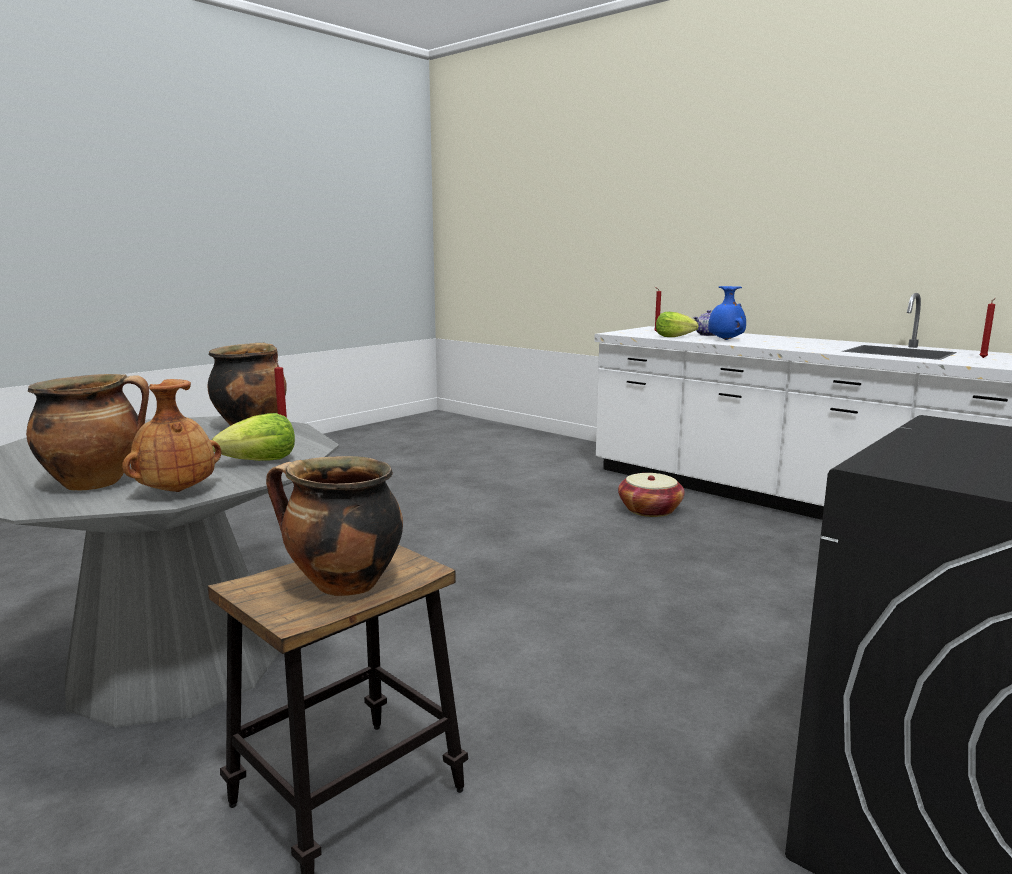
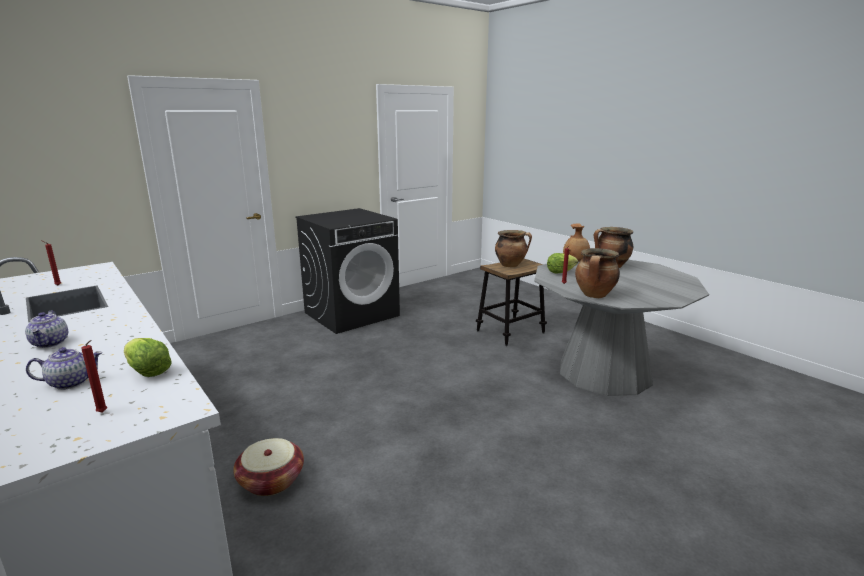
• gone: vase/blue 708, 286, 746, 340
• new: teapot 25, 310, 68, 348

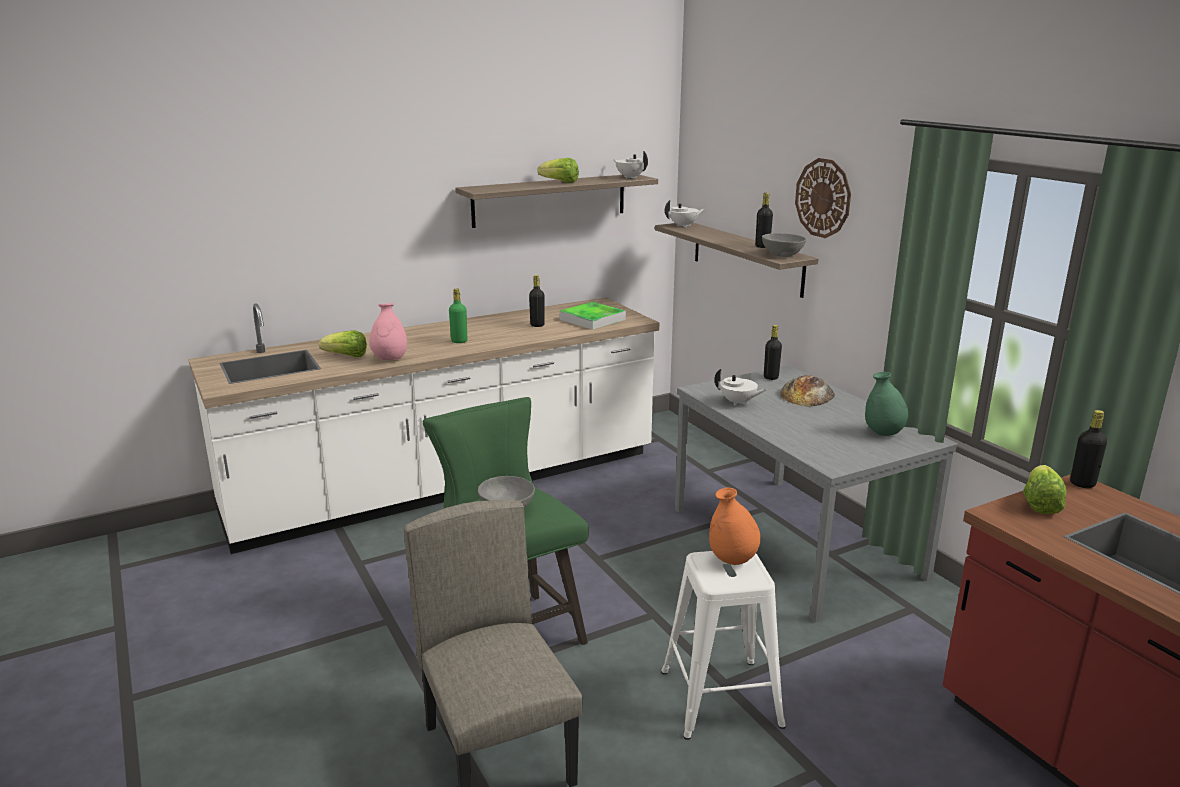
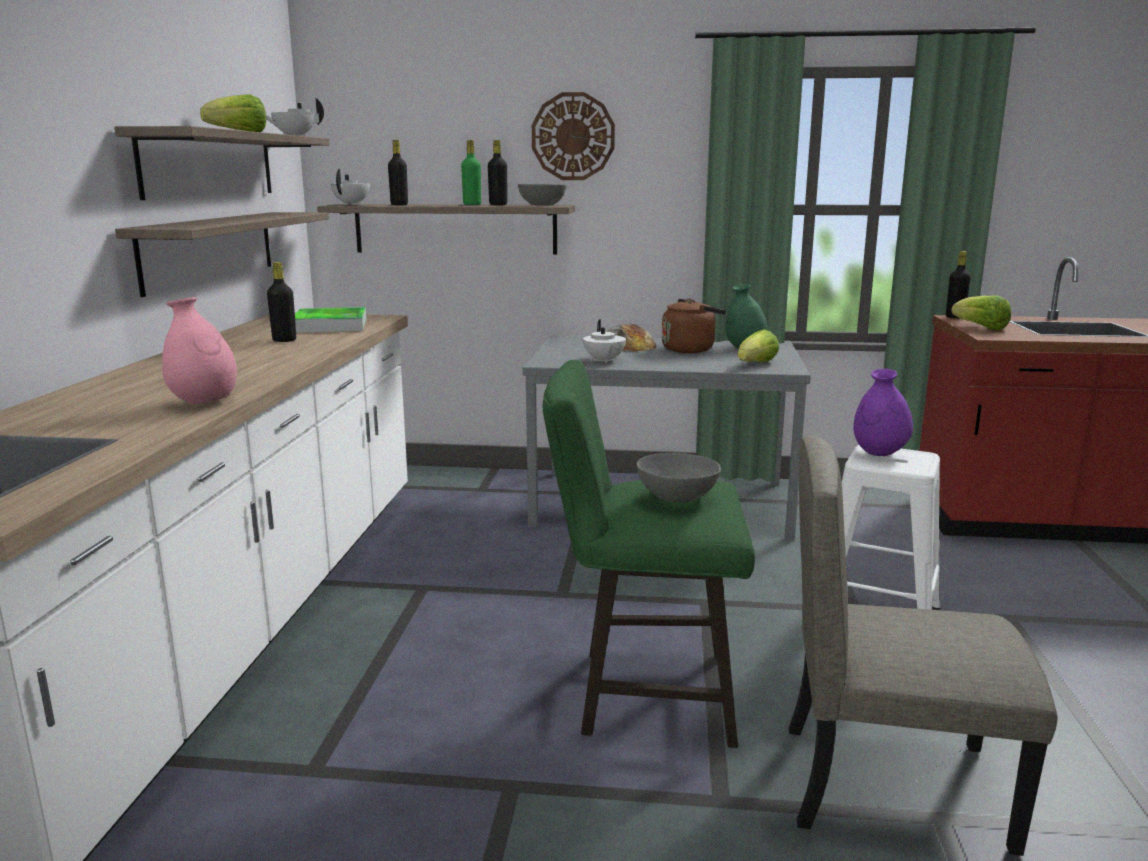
• shifted: lettuce 319, 330, 367, 357 to 737, 329, 779, 362
• shifted: bottle/green 449, 289, 467, 343 to 461, 140, 481, 205
• repainted: vase/orange 709, 488, 761, 565 to vase/purple 853, 369, 913, 456
• rotated: teapot/white 715, 369, 767, 406 = 583, 320, 626, 363 105 degrees clockwise
• shifted: bottle/black 764, 325, 782, 380 to 388, 140, 408, 205
• new: shelf 115, 212, 329, 297
• new: kettle/brown 662, 299, 726, 353

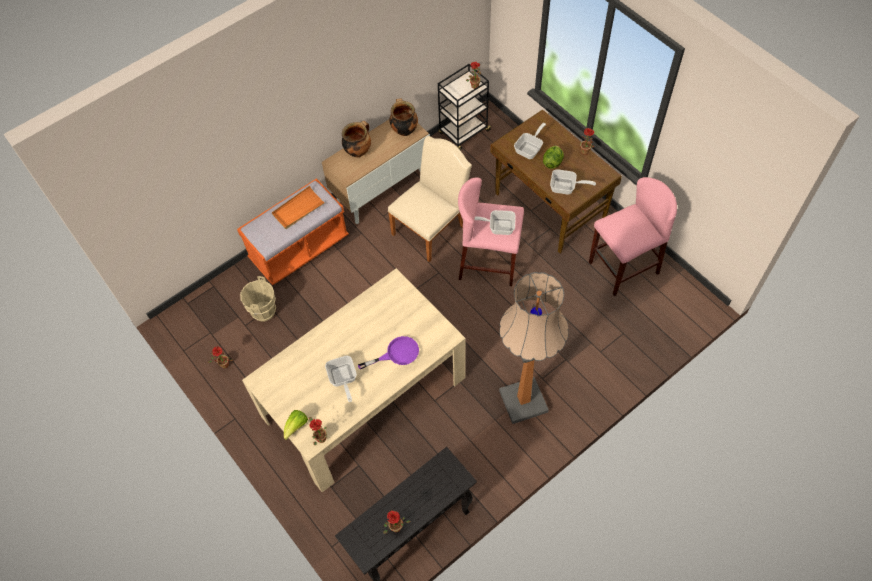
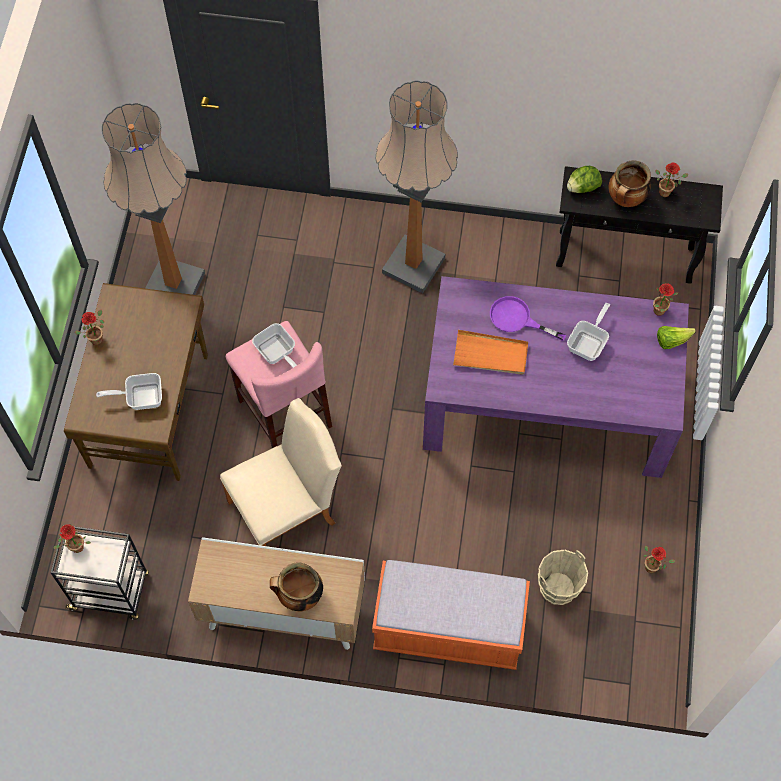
• repainted: dining table/beige 242, 268, 466, 492 to dining table/purple 423, 276, 689, 478
• shifted: tray/orange 272, 186, 326, 229 to 453, 330, 528, 375
• rotated: chair/beige 388, 136, 472, 262 = 220, 398, 342, 546 150 degrees clockwise
• shifted: cooking pot 389, 99, 418, 136 to 609, 160, 651, 207
• shifted: lettuce 543, 146, 564, 169 to 567, 166, 602, 193
• gone: frying pan 550, 169, 596, 194
• swapped: stool/pink 589, 177, 677, 296 to floor lamp 102, 103, 205, 295

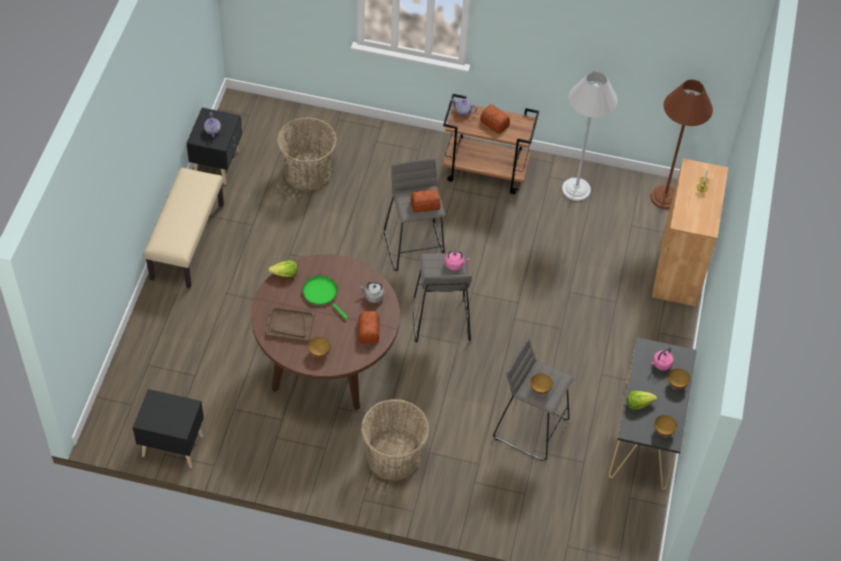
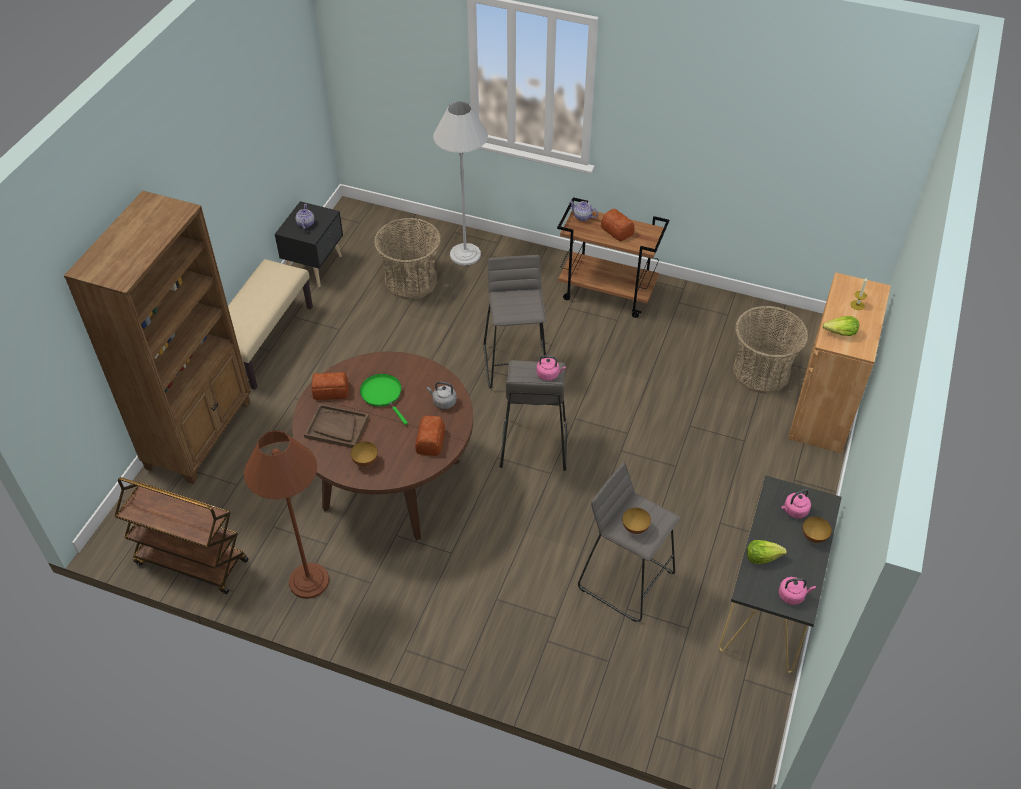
• swapped: nightstand/black 133, 389, 204, 468 to cart/brown 115, 477, 249, 594
• shifted: lettuce 268, 260, 298, 277 to 823, 316, 859, 336
• shifted: basket 361, 399, 429, 481 to 733, 306, 808, 394
• shifted: bread 411, 189, 440, 212 to 312, 372, 349, 400
• shifted: floor lamp/white 562, 71, 618, 201 to 433, 101, 488, 266
• shifted: floor lamp/brown 650, 80, 713, 209 to 244, 431, 329, 599
• swapped: bowl 654, 415, 677, 436 to kettle/pink 779, 577, 816, 605
• new: bookcase/brown 64, 191, 251, 484

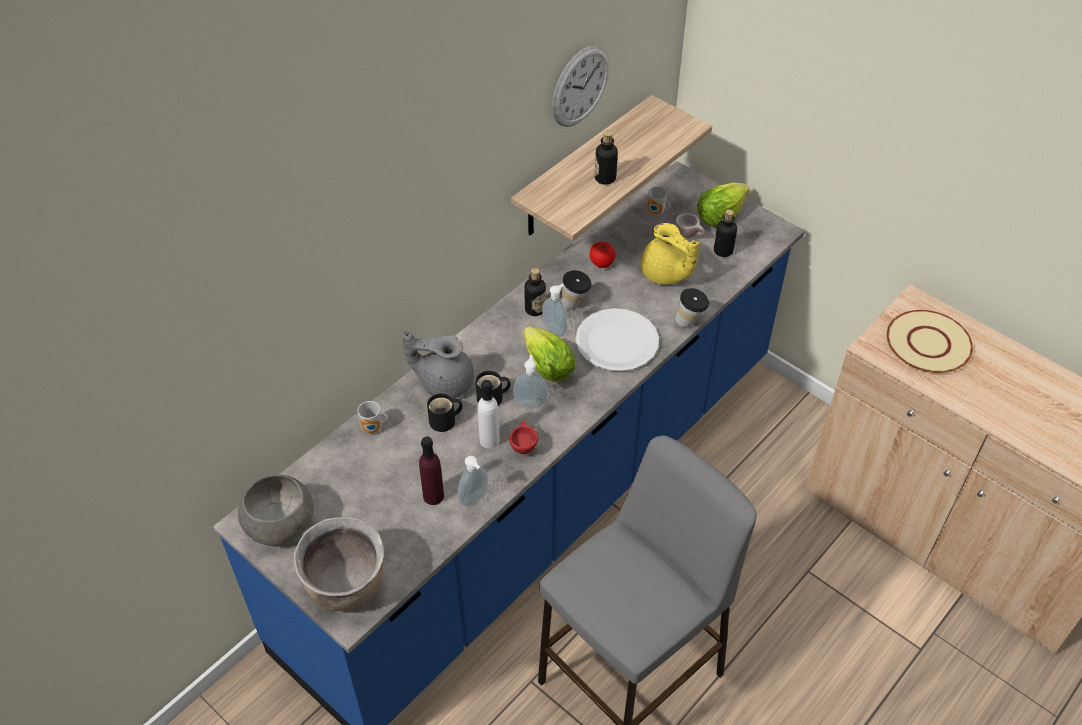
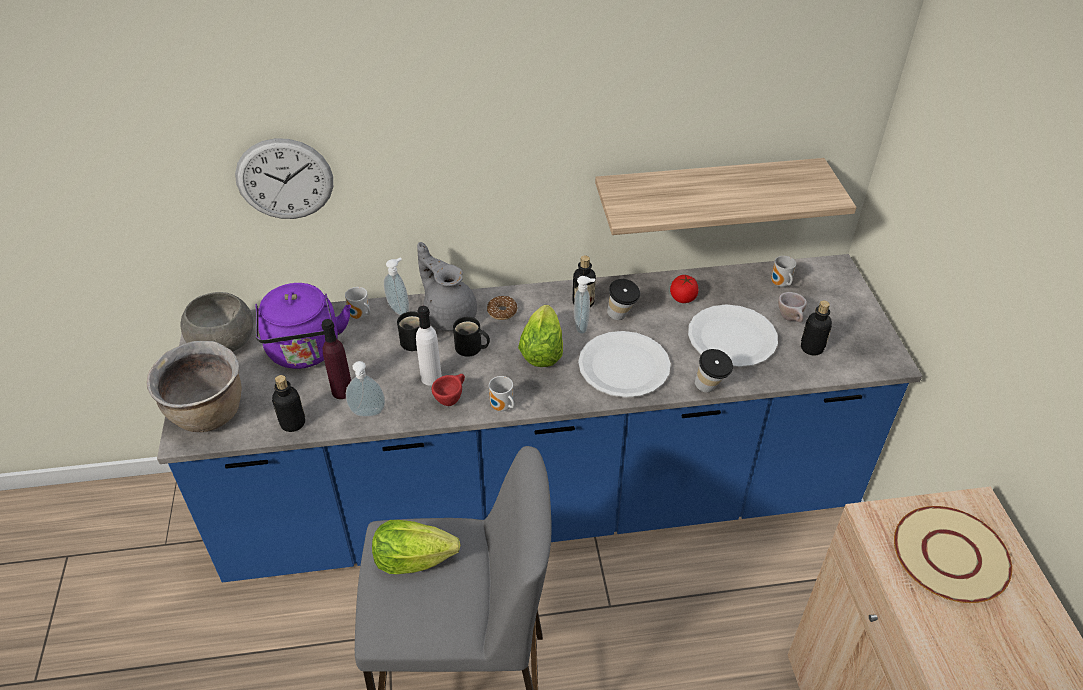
• shifted: soap dispenser 513, 355, 548, 408 to 384, 258, 409, 315
• shifted: wall clock 552, 45, 609, 127 to 235, 138, 333, 219
• shifted: bottle 595, 131, 618, 185 to 272, 375, 305, 432
• swapped: teapot/yellow 640, 223, 699, 285 to plate/white 688, 304, 778, 367
• shifted: lettuce 697, 182, 749, 227 to 372, 520, 461, 574
• new: kettle/purple 255, 283, 351, 369
• new: donut 487, 296, 517, 320
• new: mug 489, 376, 514, 411

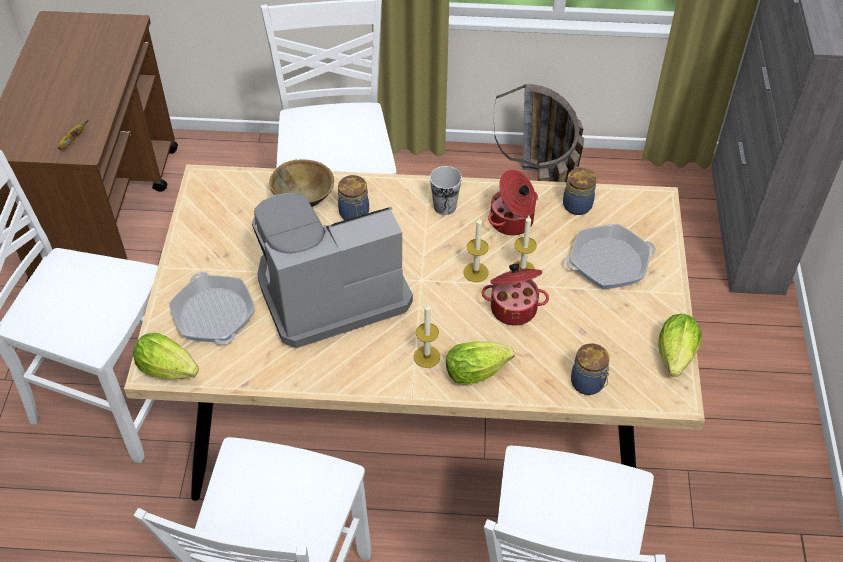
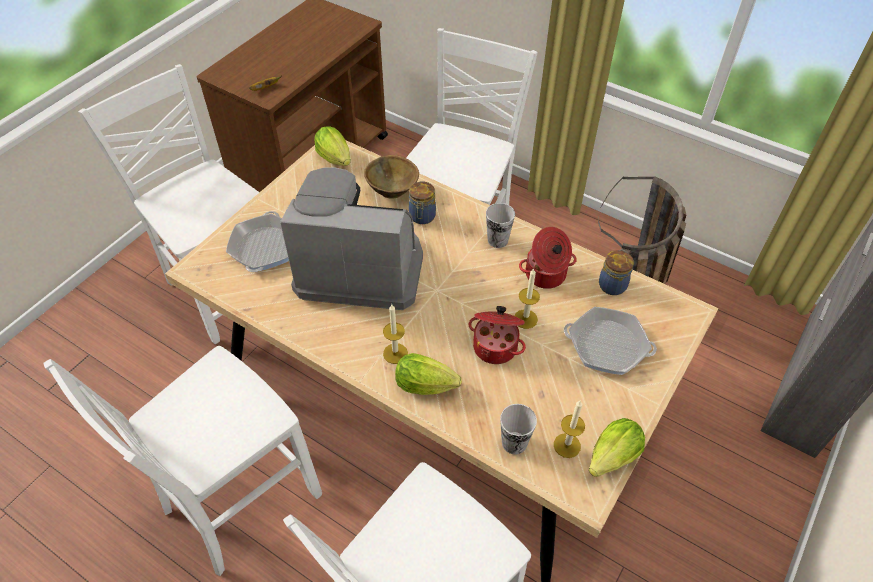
• shifted: lettuce 133, 333, 199, 380 to 314, 126, 351, 166
• shifted: candle 464, 217, 489, 282 to 554, 400, 585, 458
• swapped: jar 571, 343, 609, 395 to cup 500, 404, 537, 455

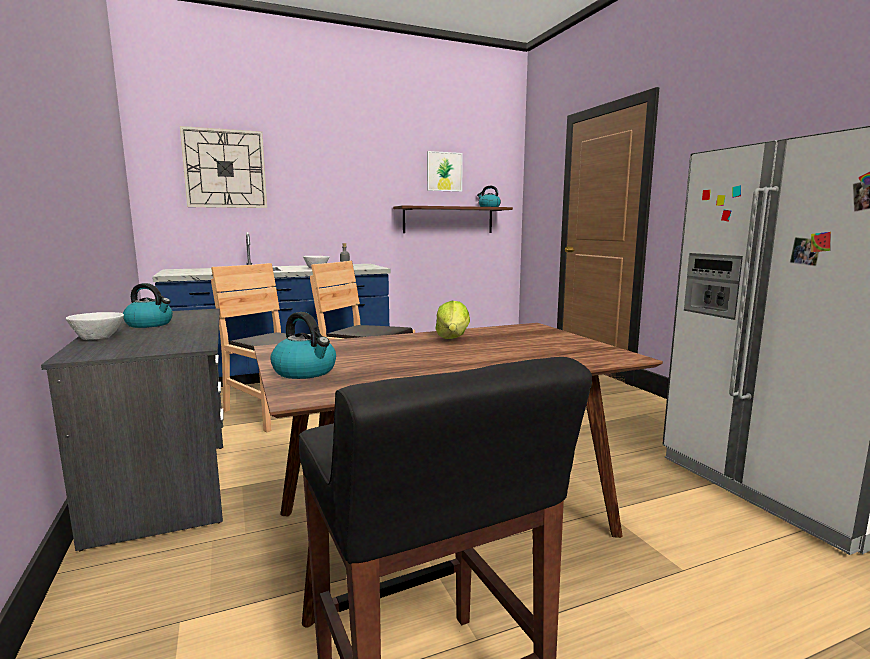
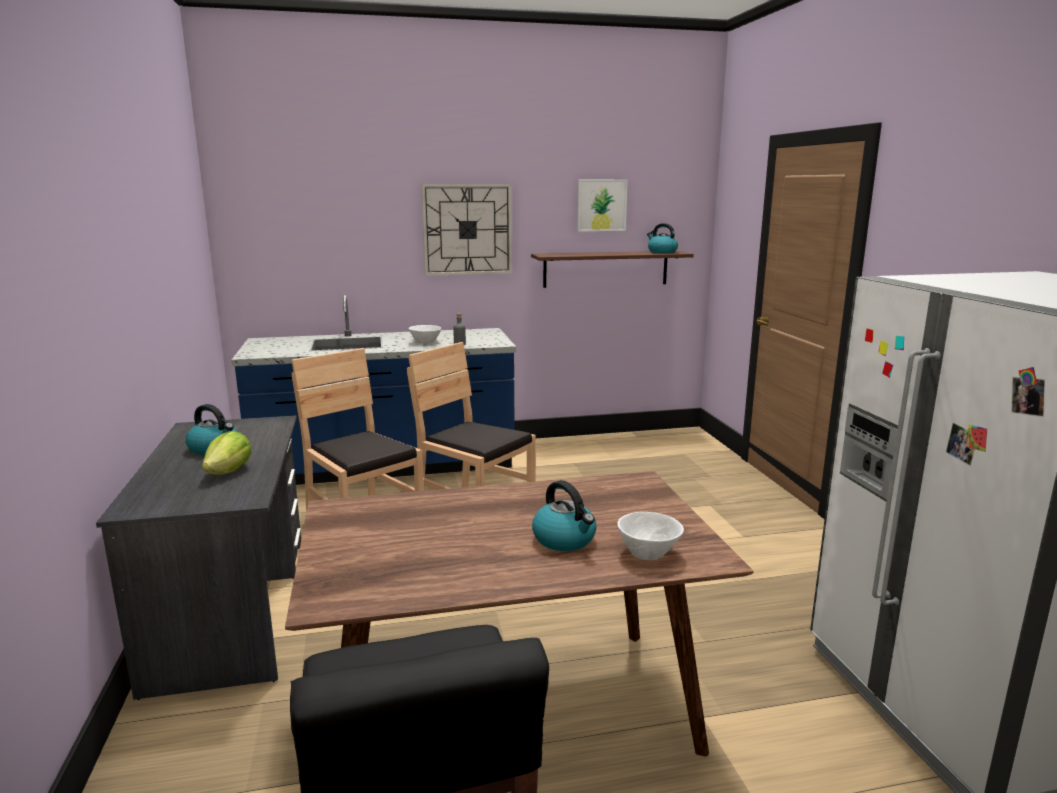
• shifted: bowl/white 66, 312, 124, 340 to 617, 512, 684, 560
• shifted: wall clock 180, 126, 267, 208 to 421, 184, 512, 276
• shifted: kettle 270, 312, 336, 379 to 532, 480, 597, 551
• shifted: lettuce 435, 301, 470, 339 to 202, 431, 252, 475

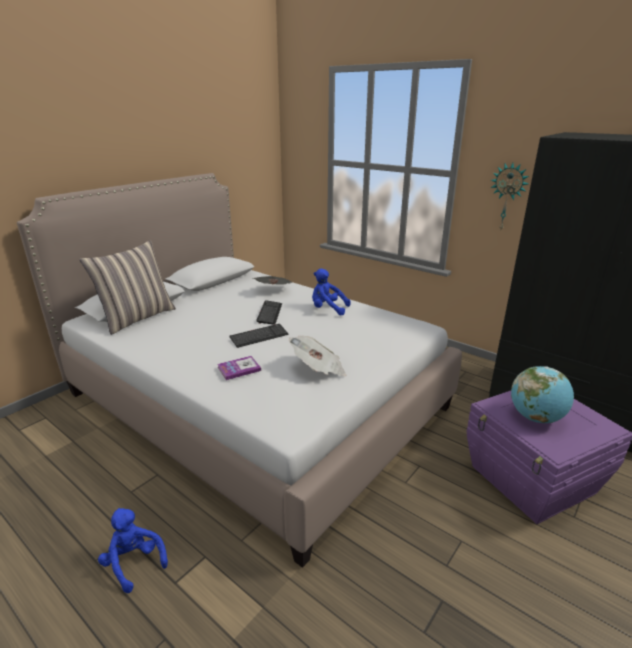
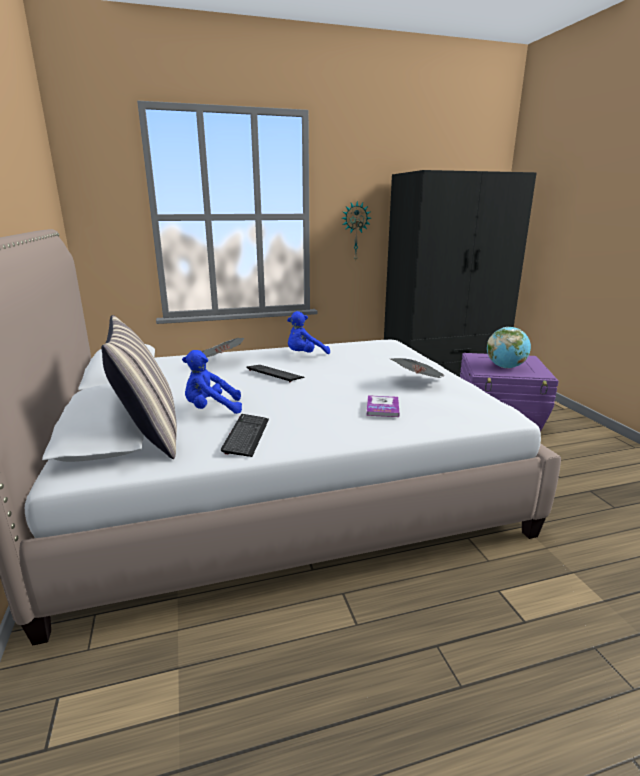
• shifted: plush toy/blue 98, 508, 168, 593 to 182, 350, 242, 414
• shifted: keyboard 229, 324, 288, 348 to 221, 414, 269, 457

